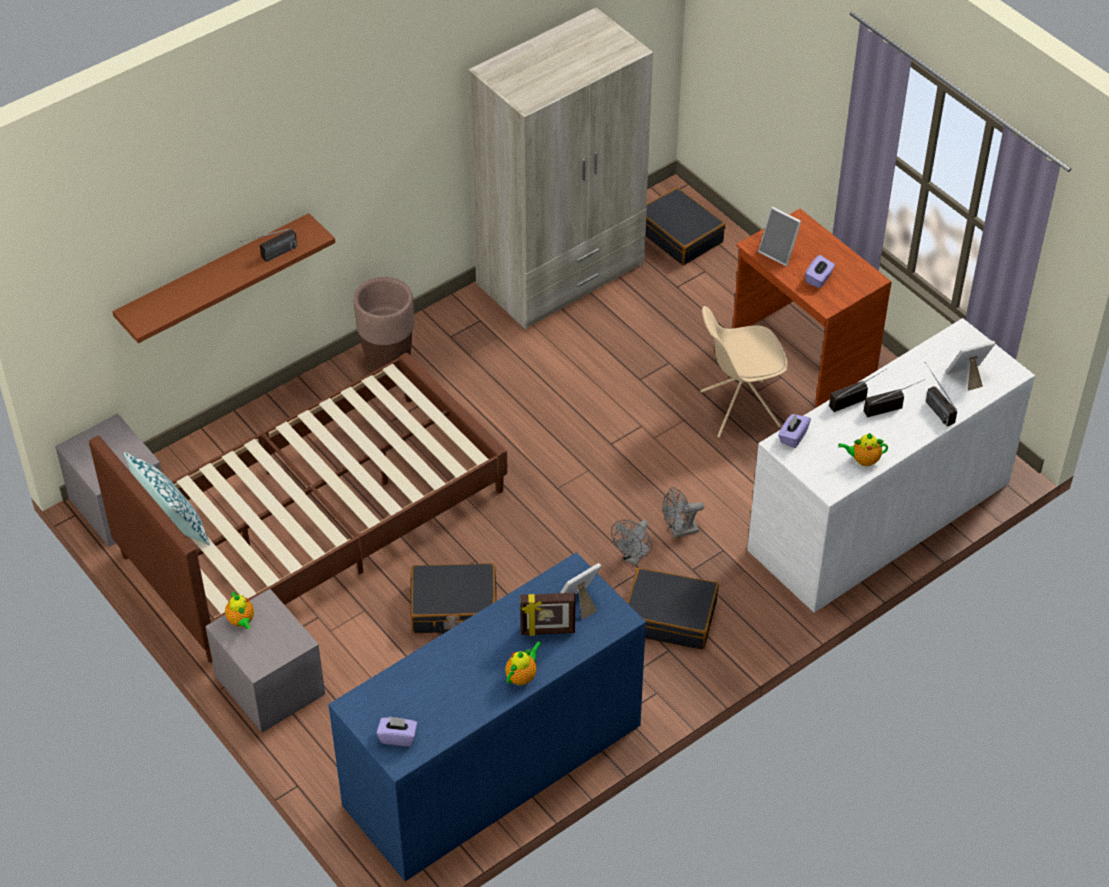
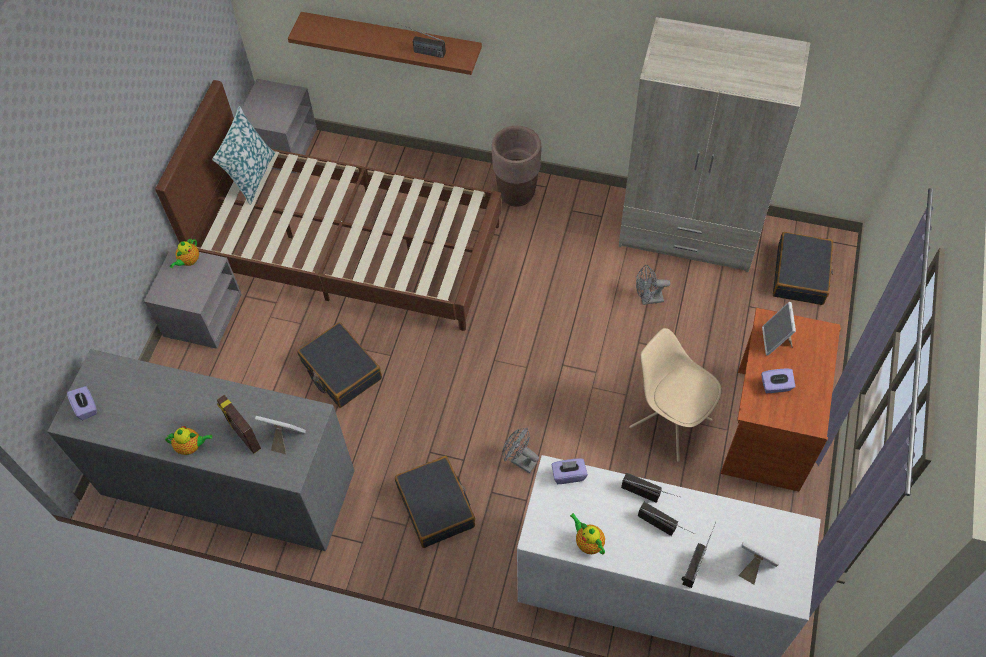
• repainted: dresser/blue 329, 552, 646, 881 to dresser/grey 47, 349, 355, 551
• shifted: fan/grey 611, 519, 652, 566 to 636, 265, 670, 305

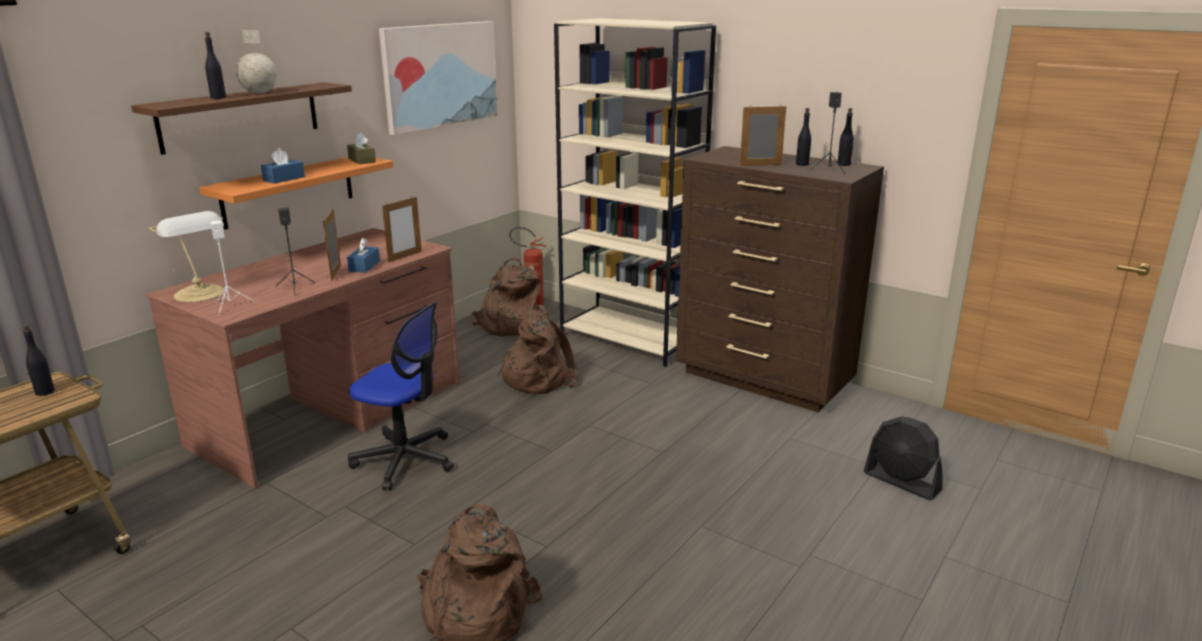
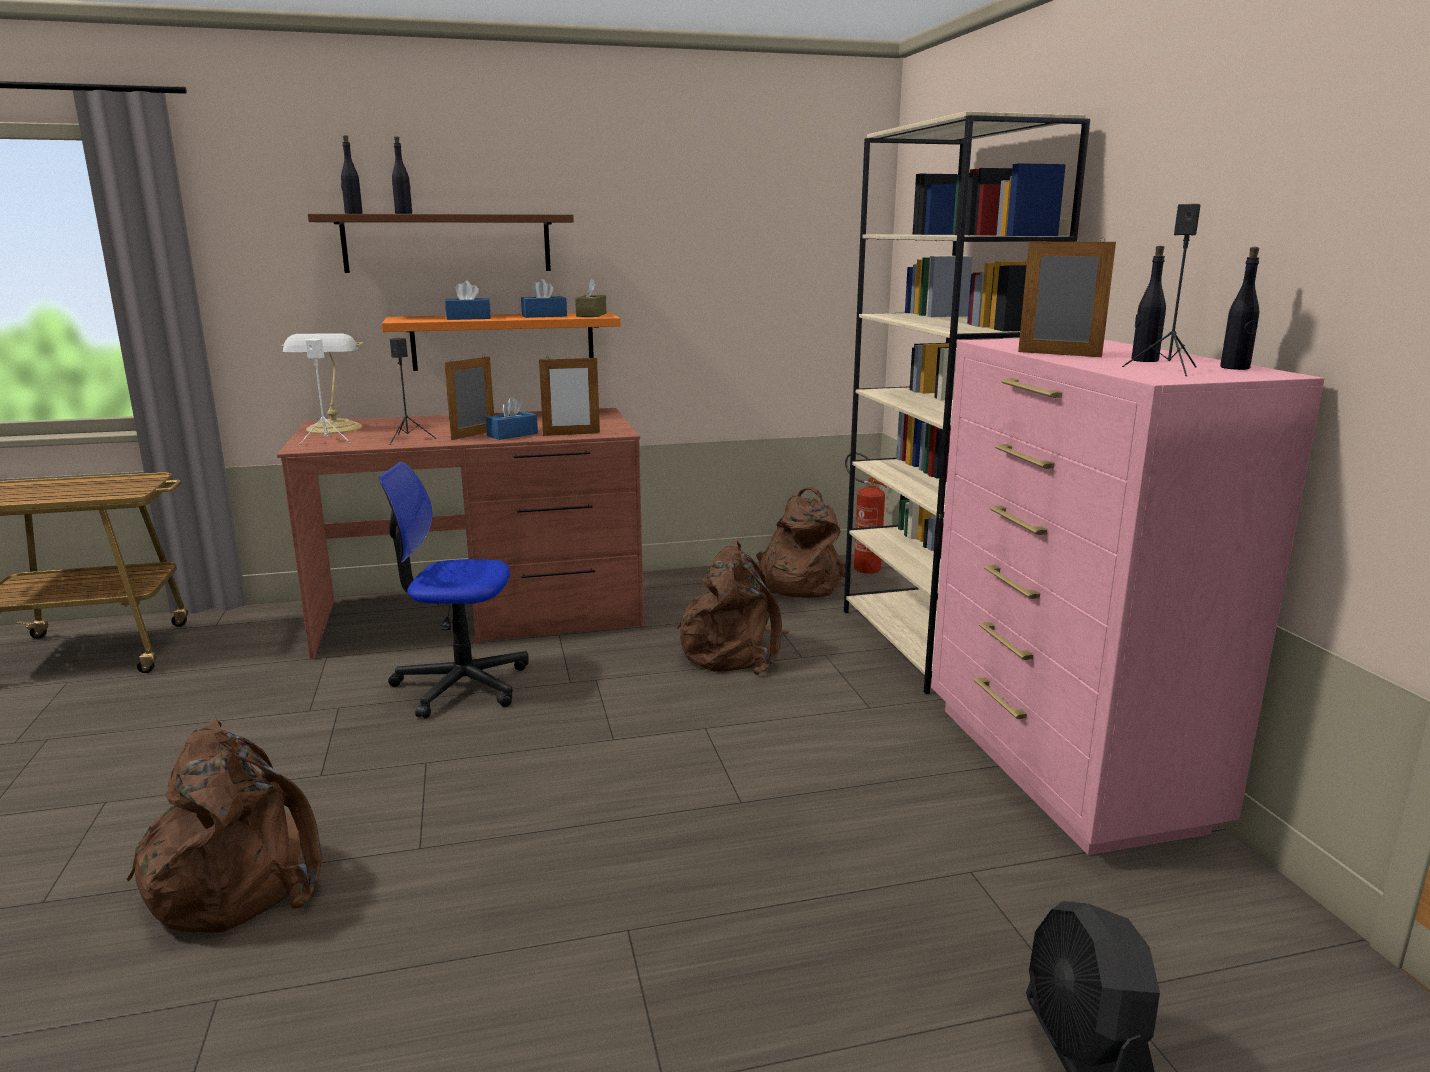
• shifted: bottle/black 23, 324, 55, 396 to 341, 135, 363, 214
• gone: globe 236, 30, 278, 94
• rotated: office chair 348, 302, 454, 491 = 378, 462, 529, 719 120 degrees clockwise
• gone: picture 379, 21, 498, 135
• repainted: dresser/brown 676, 146, 884, 412 to dresser/pink 931, 339, 1324, 855
• new: tissue box/blue 521, 279, 567, 318

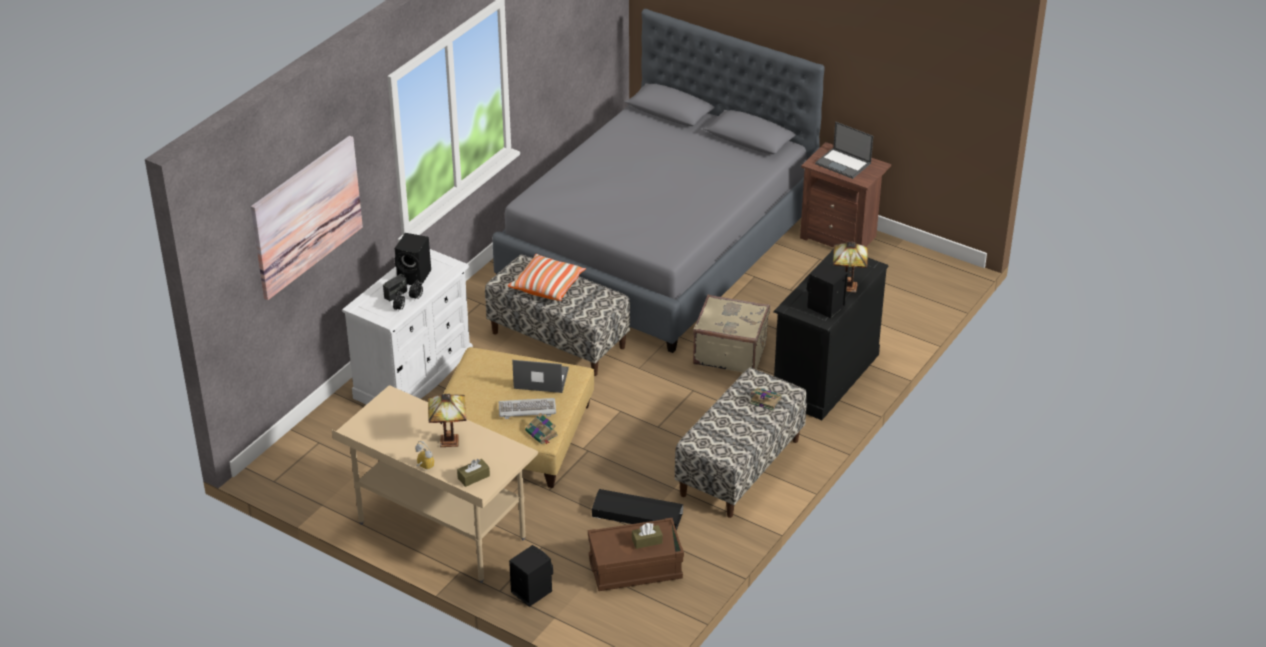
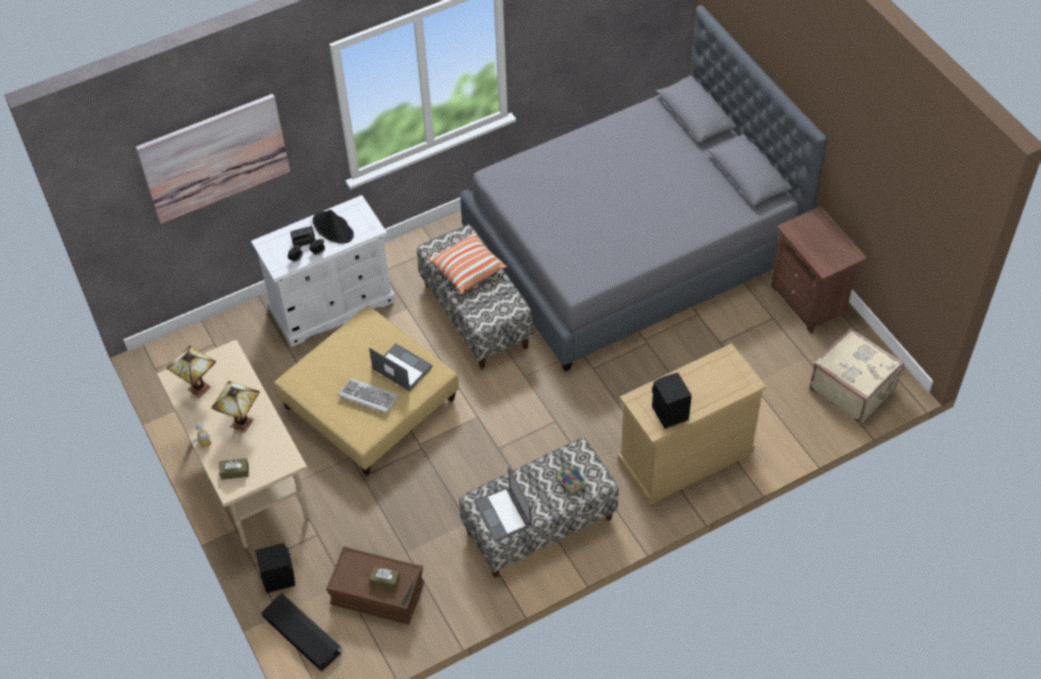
• swapped: speaker/black 395, 233, 431, 286 to hat/black 312, 210, 354, 244
• gone: book 525, 413, 558, 444
• shifted: storage box/black 592, 489, 683, 531 to 262, 593, 343, 672
• shifted: suitcase/beige 693, 294, 770, 373 to 809, 328, 904, 424
• repainted: dresser/black 774, 249, 888, 420 to dresser/beige 618, 343, 766, 505
• shifted: laptop 815, 122, 873, 179 to 474, 467, 532, 542
• shifted: table lamp 833, 241, 868, 292 to 167, 345, 216, 398

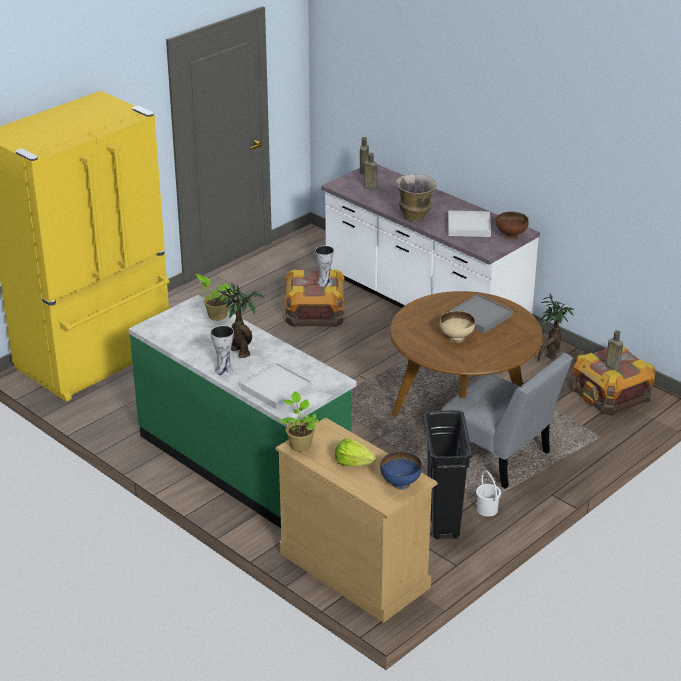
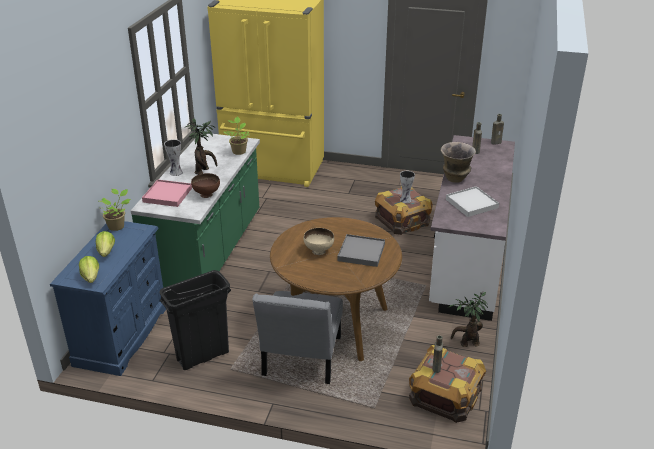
• repainted: tray/white 241, 362, 312, 409 to tray/pink 142, 179, 192, 207
• repainted: dresser/beige 276, 418, 438, 623 to dresser/blue 50, 221, 166, 376
• swapped: bowl/blue 380, 451, 422, 490 to lettuce 79, 256, 99, 283
• gone: bucket/white 476, 470, 501, 517
• shifted: bowl/brown 496, 212, 529, 240 to 191, 173, 220, 198

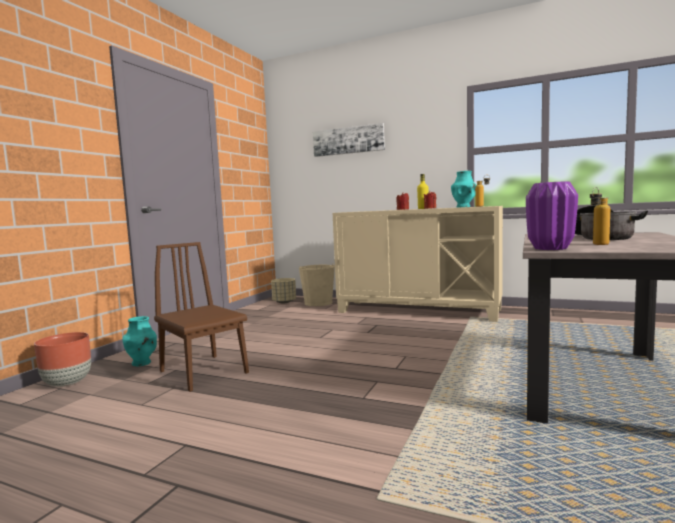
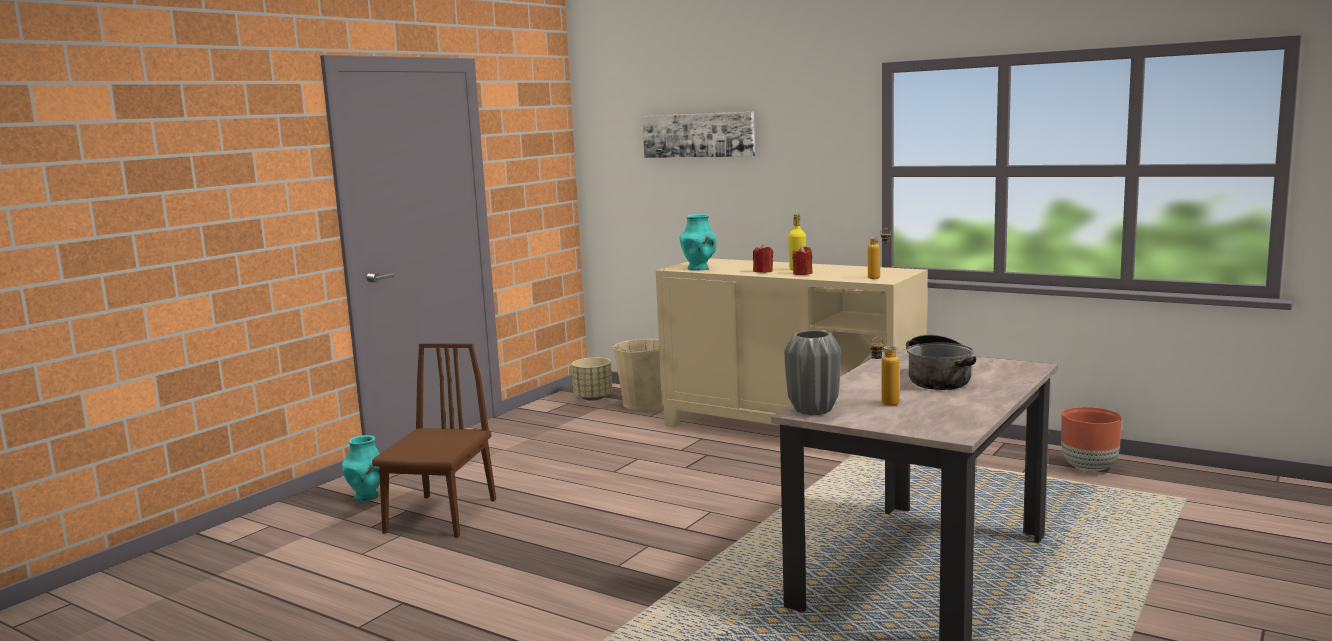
• shifted: planter/brown 34, 332, 91, 387 to 1061, 407, 1122, 471
• rotated: chair/brown 154, 242, 249, 392 = 372, 343, 496, 537 45 degrees clockwise
• shifted: vase/turquoise 451, 171, 476, 208 to 680, 214, 716, 271
• repainted: vase/purple 526, 181, 578, 250 to vase/grey 784, 330, 841, 415

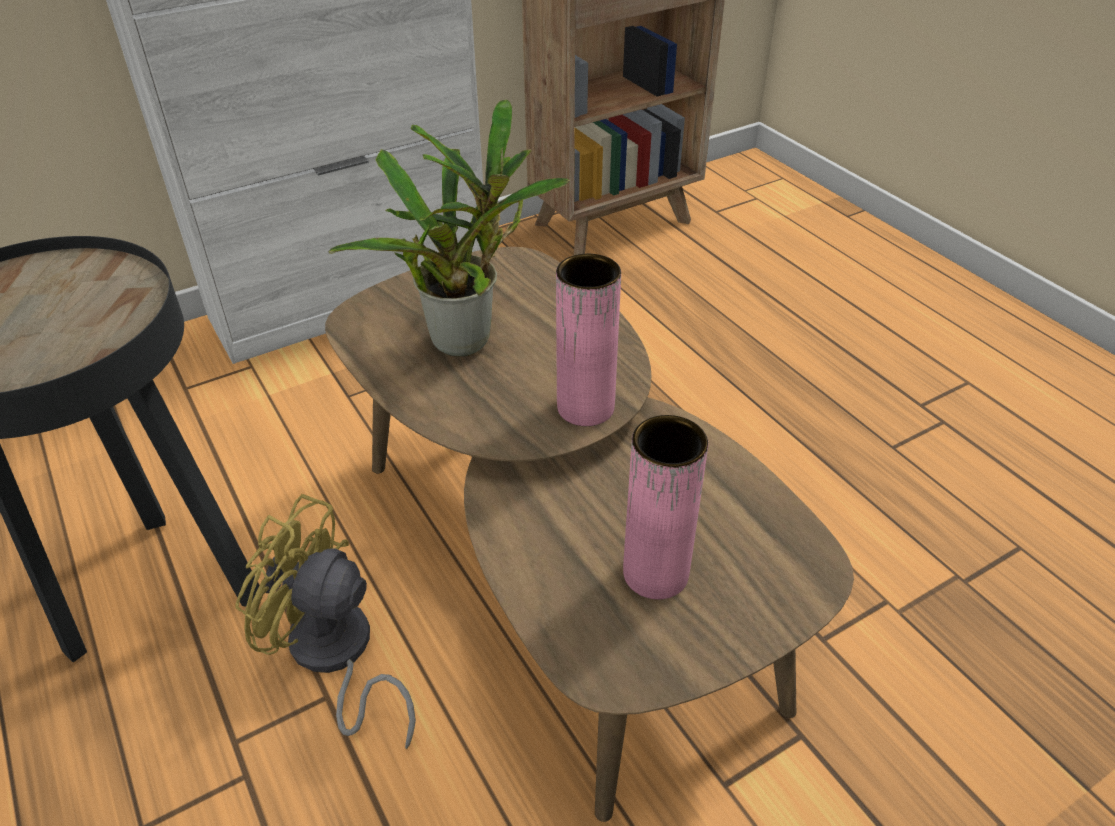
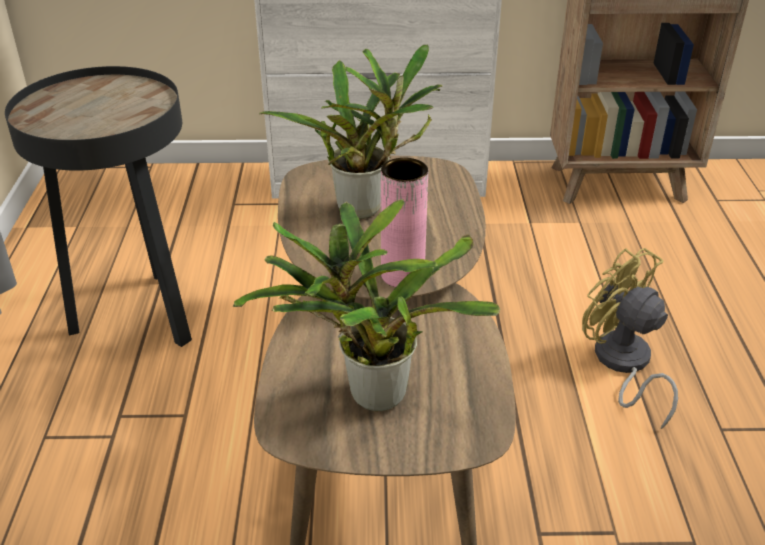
• shifted: fan/yellow 236, 494, 416, 749 to 582, 248, 678, 429
• swapped: vase/pink 623, 415, 708, 600 to potted plant 233, 199, 500, 411

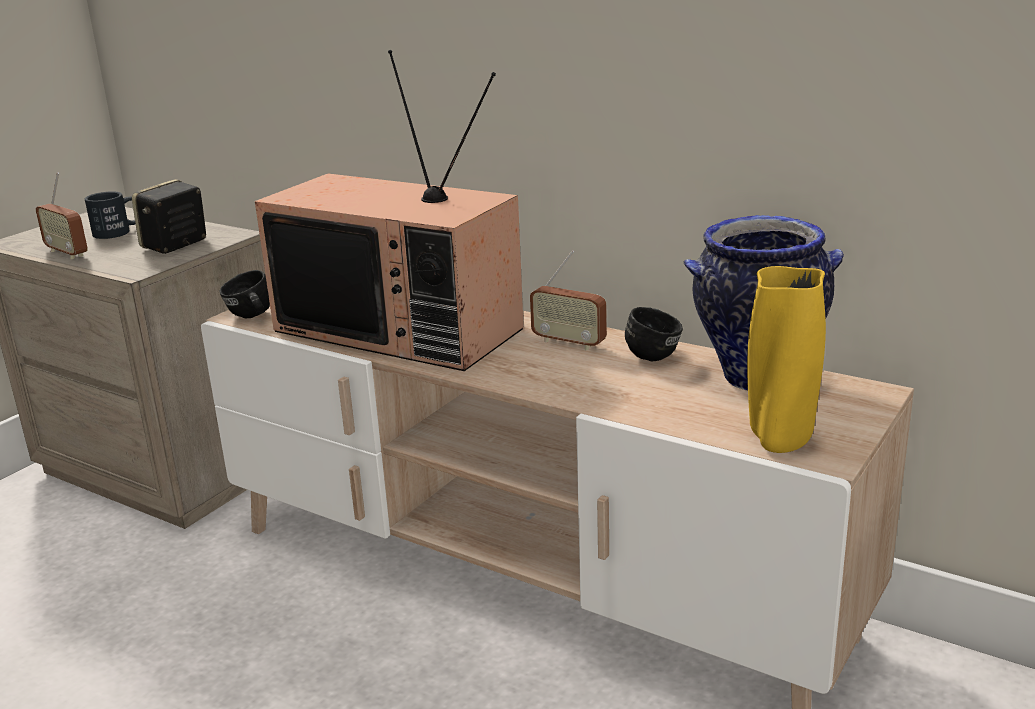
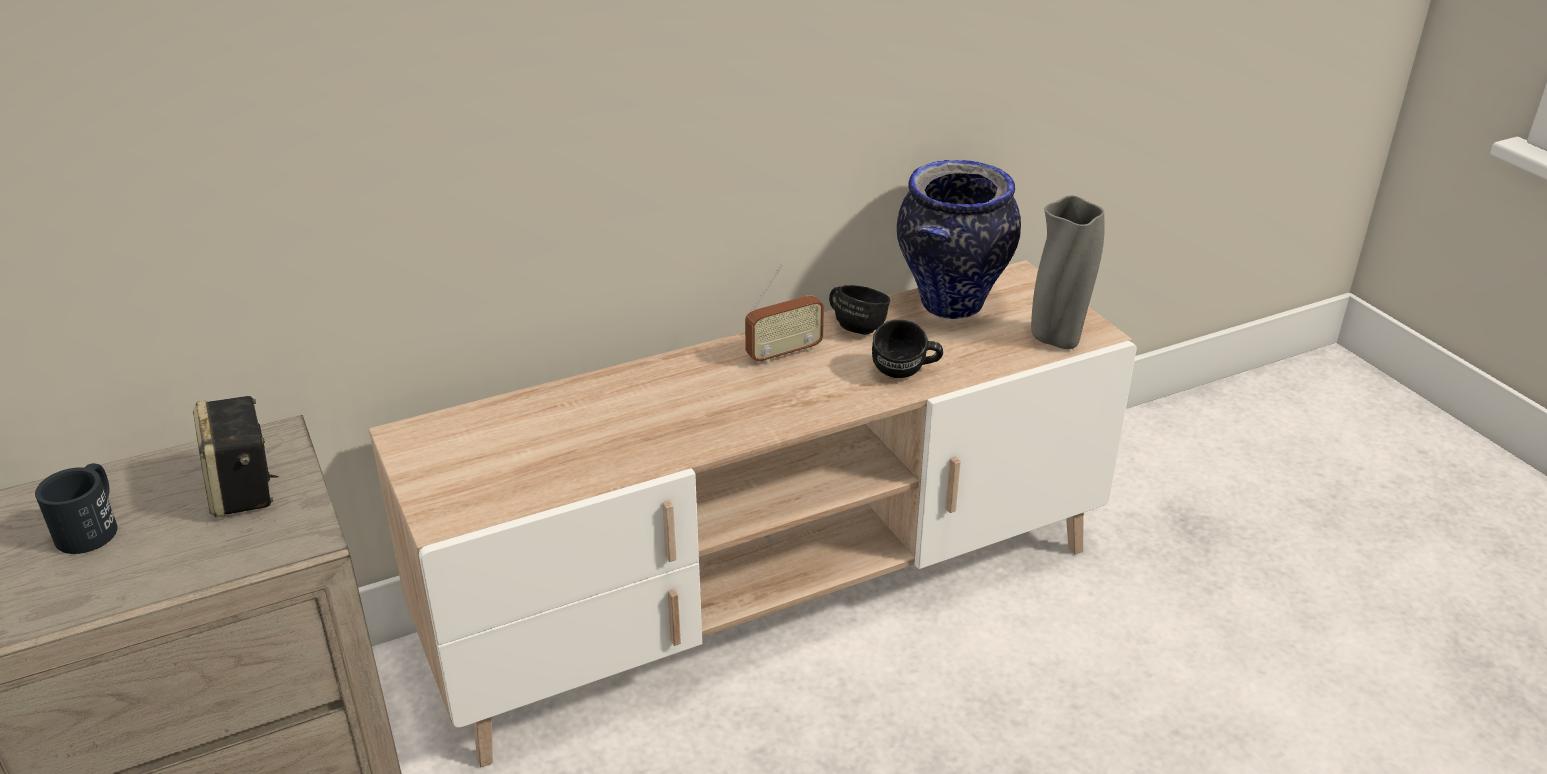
• gone: radio 36, 172, 87, 259
• shifted: mug/black 219, 270, 270, 318 to 872, 320, 943, 378
• gone: television 255, 50, 524, 371
• repainted: vase/yellow 747, 266, 826, 453 to vase/grey 1031, 195, 1105, 349

